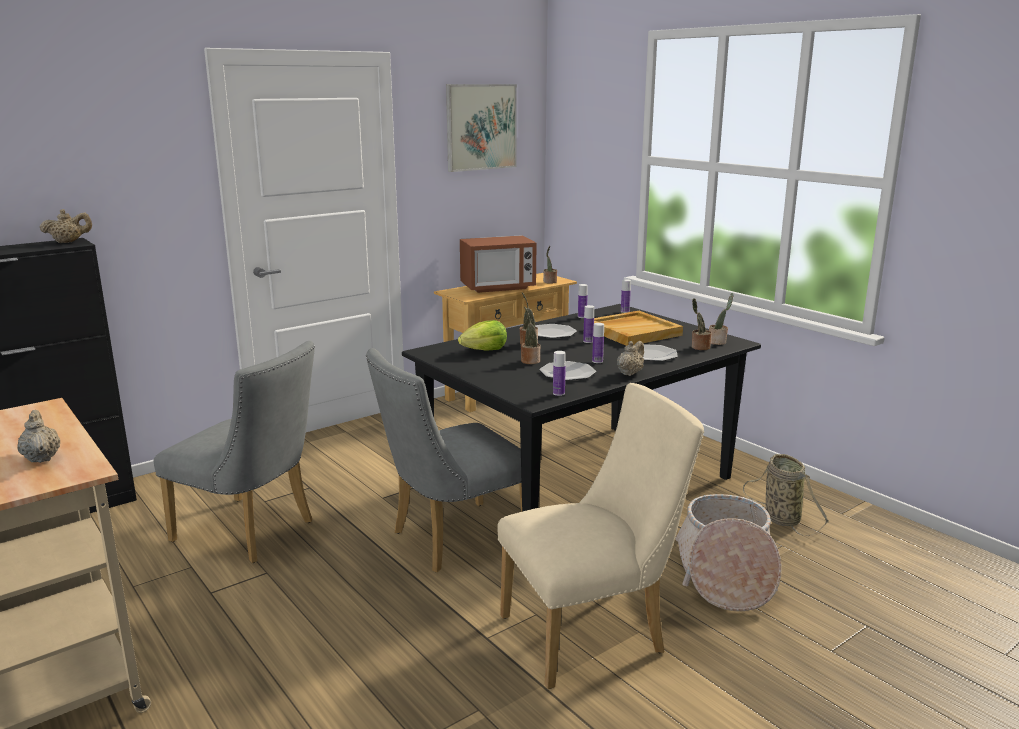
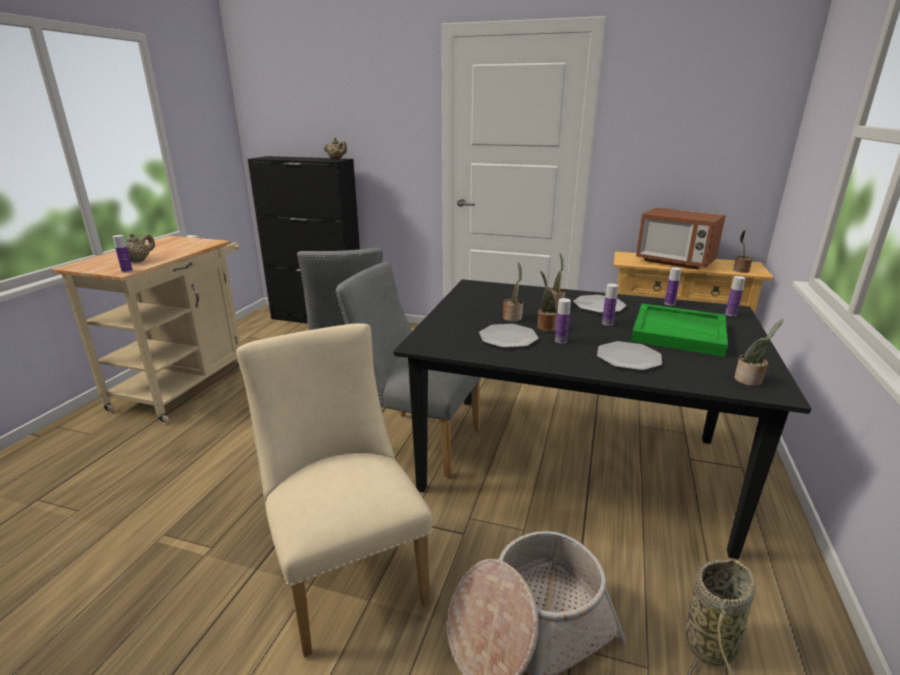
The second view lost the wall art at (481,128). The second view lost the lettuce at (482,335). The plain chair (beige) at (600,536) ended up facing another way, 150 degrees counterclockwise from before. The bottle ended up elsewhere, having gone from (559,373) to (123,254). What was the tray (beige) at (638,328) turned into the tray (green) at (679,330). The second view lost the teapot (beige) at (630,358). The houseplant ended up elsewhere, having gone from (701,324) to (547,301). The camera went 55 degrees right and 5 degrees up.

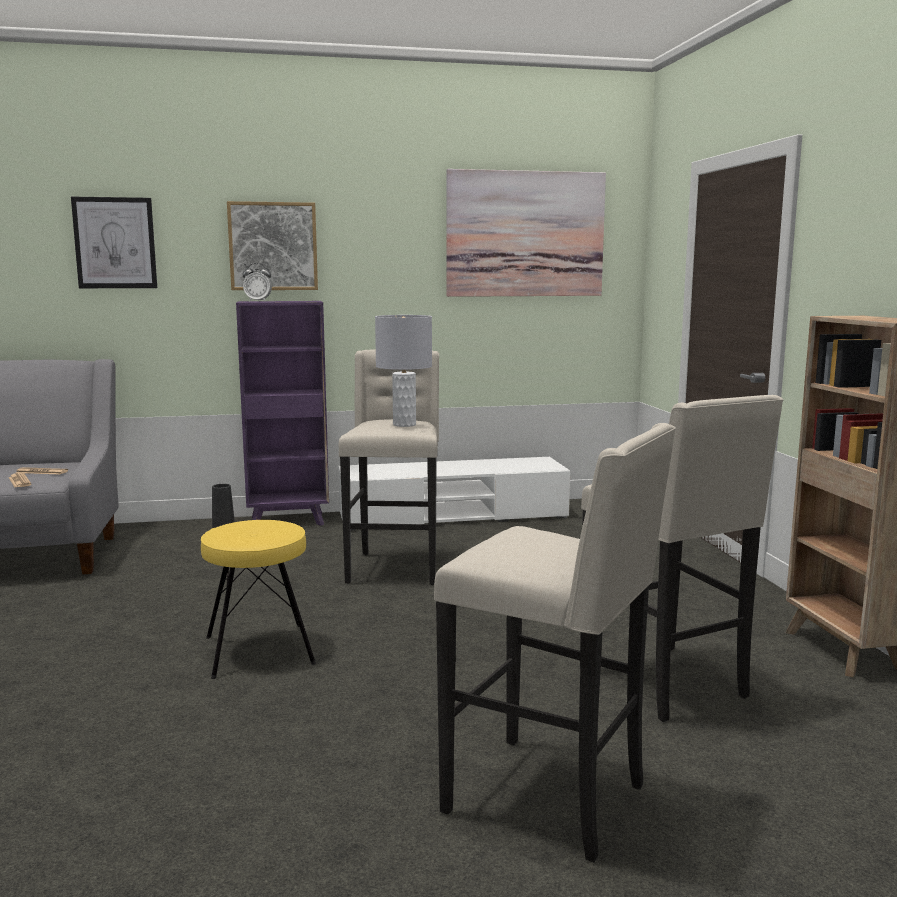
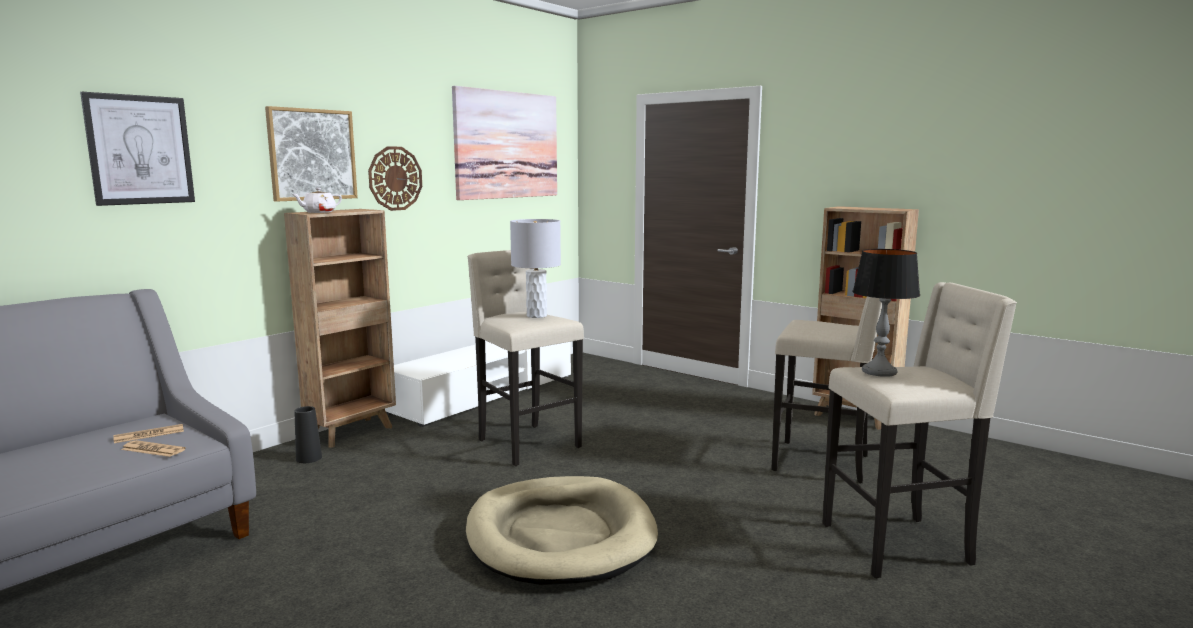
Where the stool (yellowish) stood at (258,599), the dog bed (beige) came to stand at (562,530). What was the shelving unit (purplish) at (282,413) turned into the shelving unit (brown) at (340,328). Where the bedside clock stood at (257,282), the teapot (whitish) came to stand at (317,200). The second view gained the hanging clock at (395,178). The second view gained the tabletop lamp at (886,313). The camera went 40 degrees left and 0 degrees up.

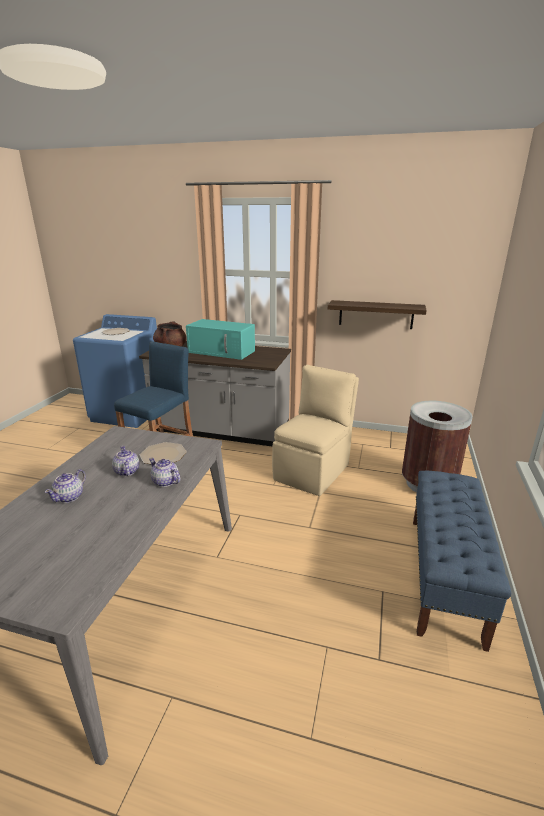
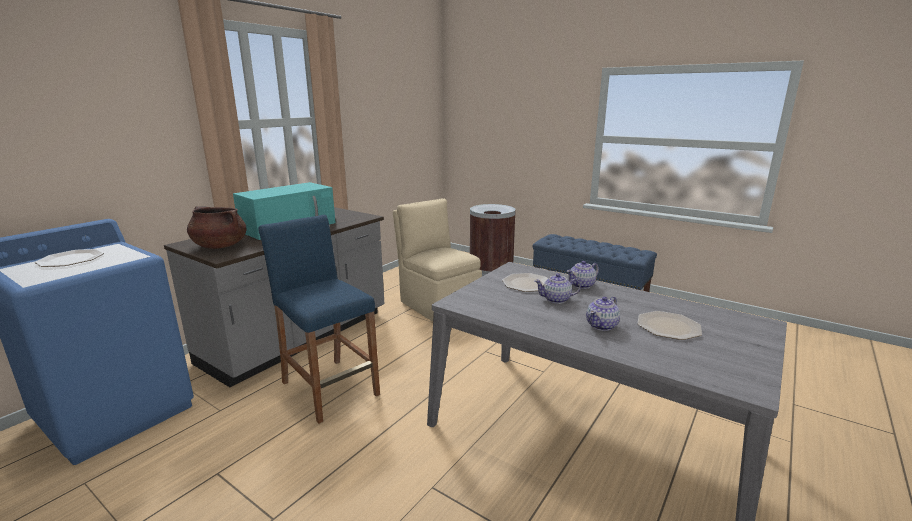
The teapot at (65,486) ended up facing another way, 90 degrees clockwise from before. The second view lost the wall shelf at (377,314). The second view gained the flat dish at (670,325). The camera went 70 degrees left and 5 degrees down.

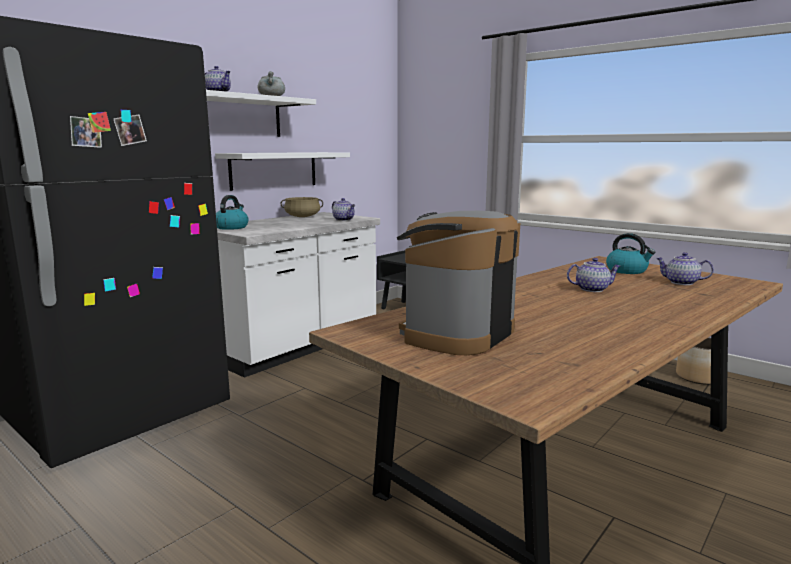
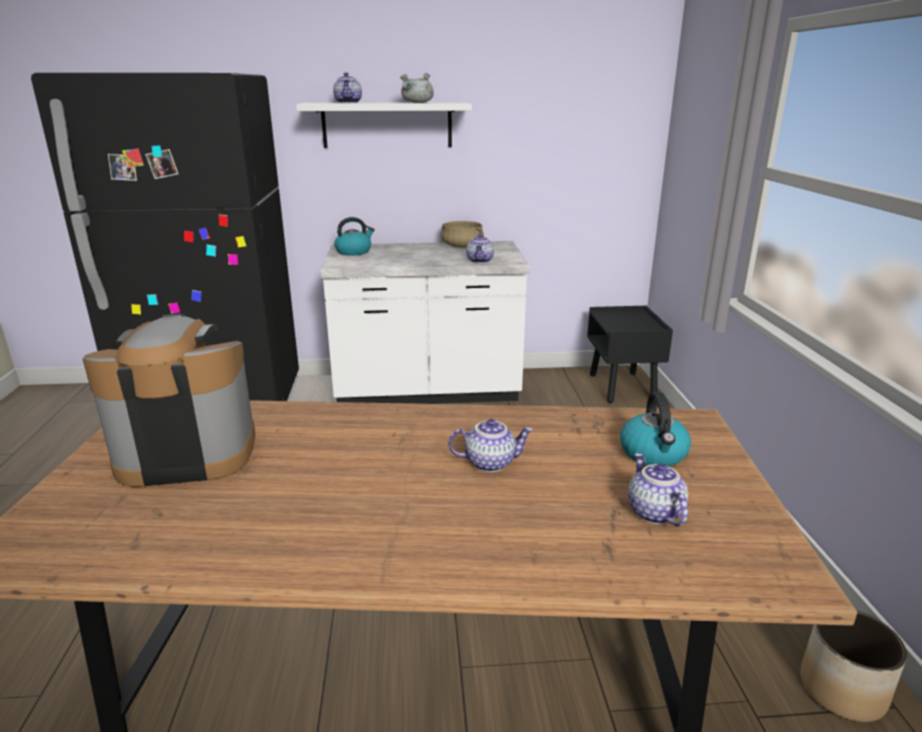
The second view lost the wall shelf (whitish) at (282,171). The teapot at (593,275) ended up facing another way, 45 degrees counterclockwise from before. The camera went 45 degrees right and 10 degrees up.

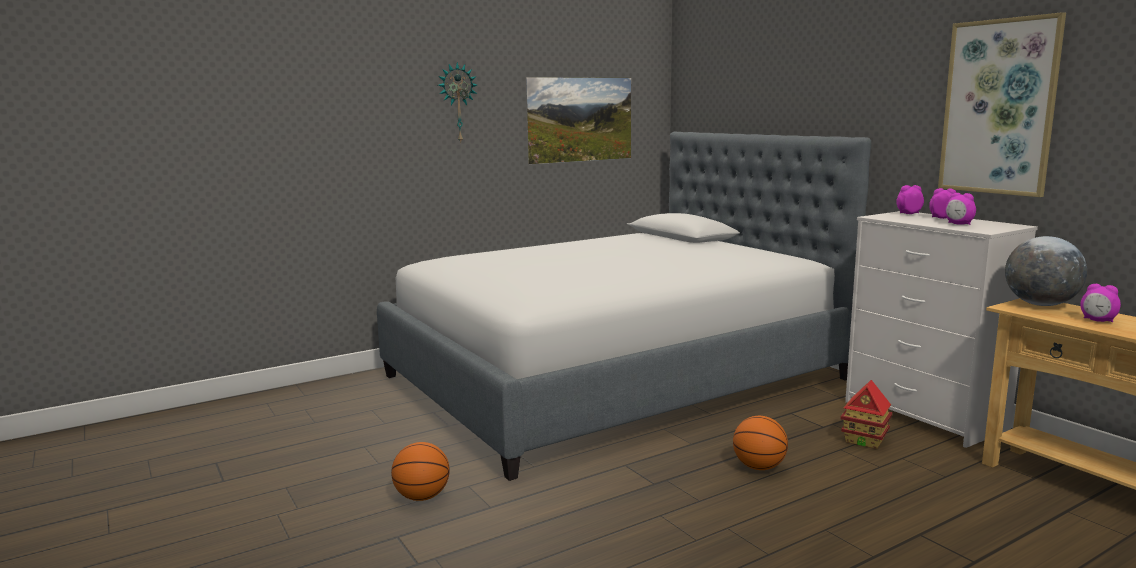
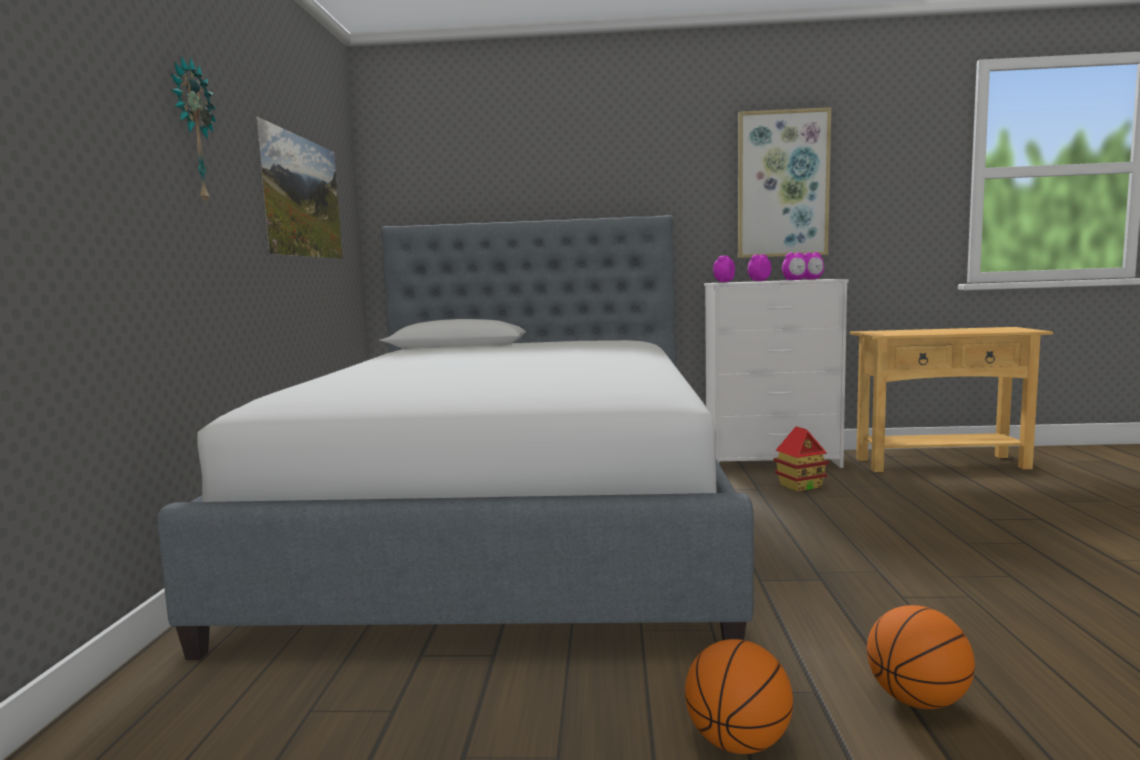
The ball for basketball ended up elsewhere, having gone from (760,443) to (921,657). The second view lost the desk globe at (1046,271). The bedside clock ended up elsewhere, having gone from (1100,303) to (813,265). The camera went 55 degrees left and 5 degrees down.

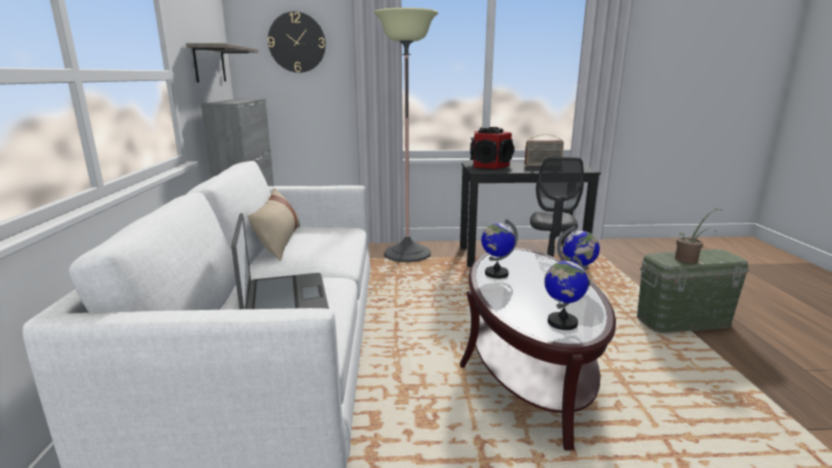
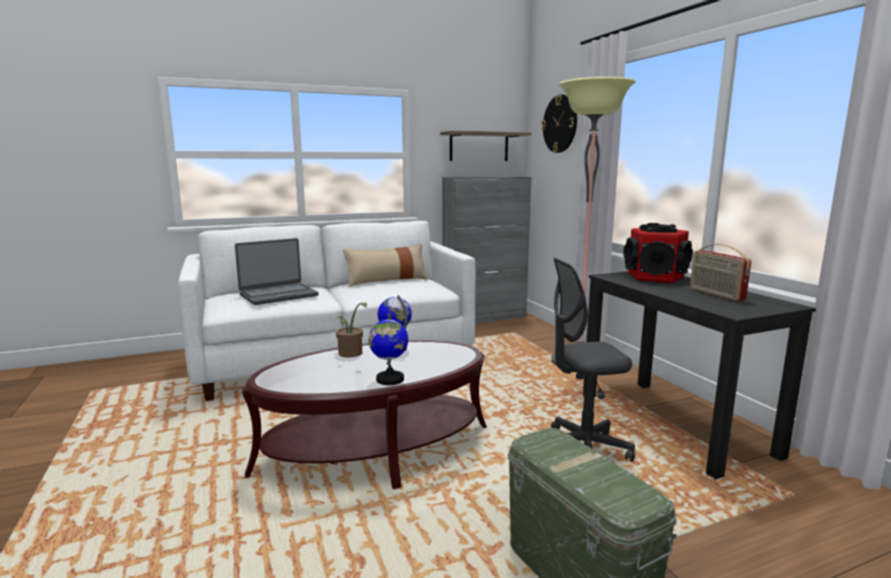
The second view lost the desk globe at (566,292). The houseplant ended up elsewhere, having gone from (698,236) to (351,330). The camera went 70 degrees right and 5 degrees down.

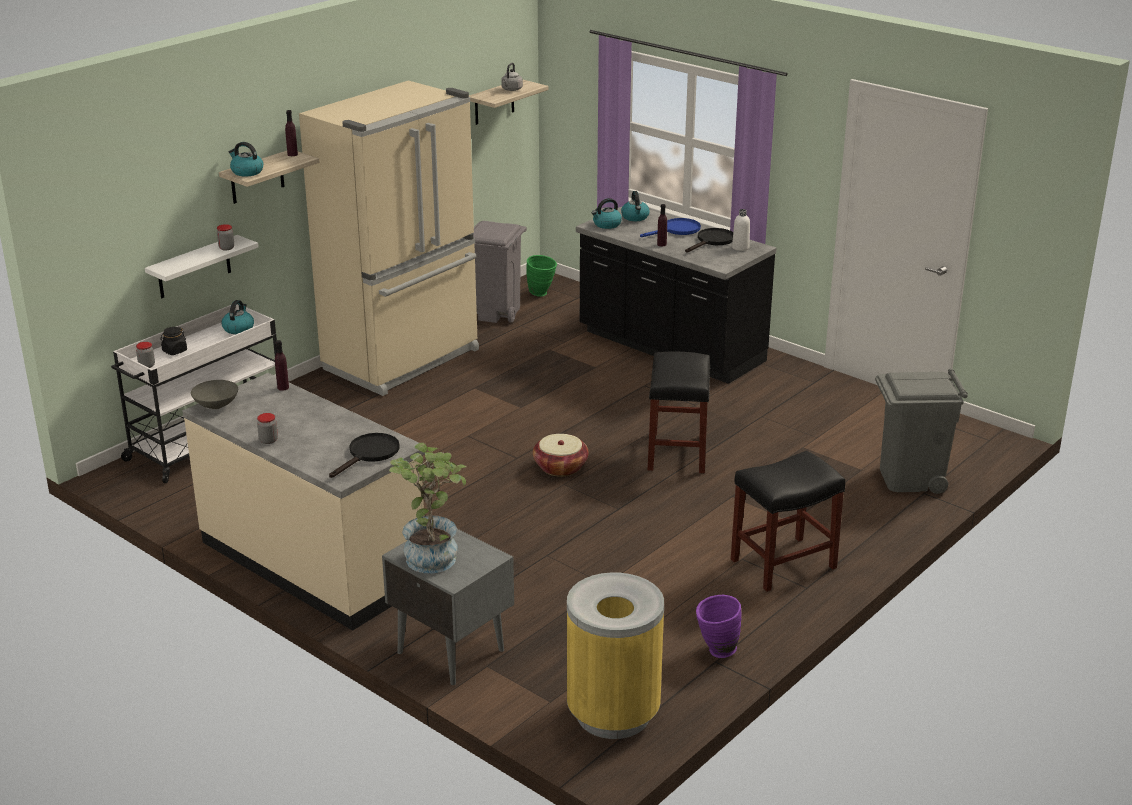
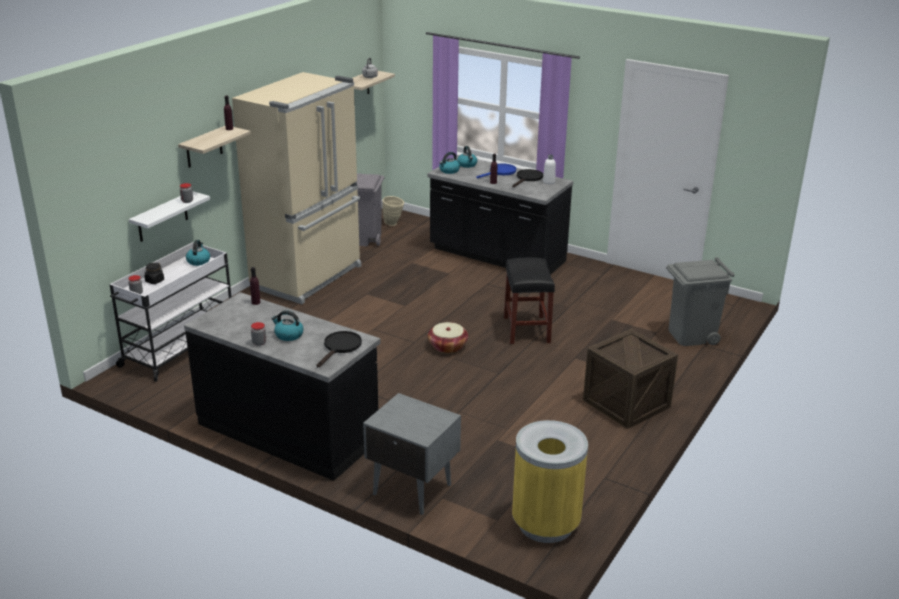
What was the kitchen base unit (beige) at (304,502) turned into the kitchen base unit (blackish) at (282,386). The second view lost the deep dish (greyish) at (214,394). The kettle ended up elsewhere, having gone from (246,159) to (287,325). The second view lost the houseplant at (427,507). What was the flower vase (green) at (541,276) turned into the flower vase (beige) at (393,211). The second view lost the flower vase (purplish) at (718,626). Where the stool (blackish) stood at (788,521), the packing crate came to stand at (630,379). The camera went 10 degrees left and 0 degrees up.

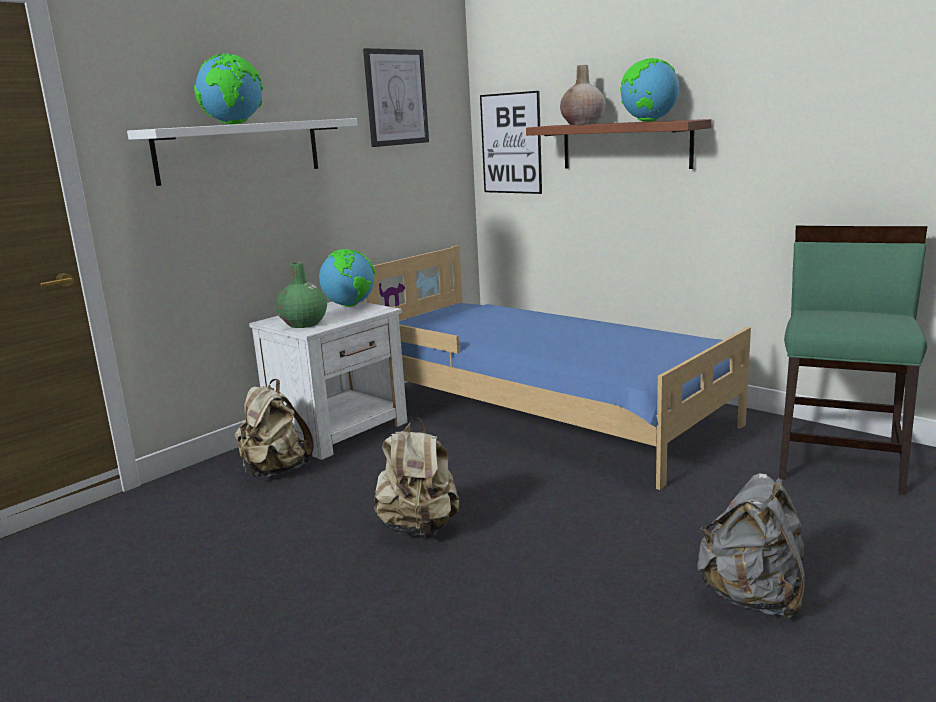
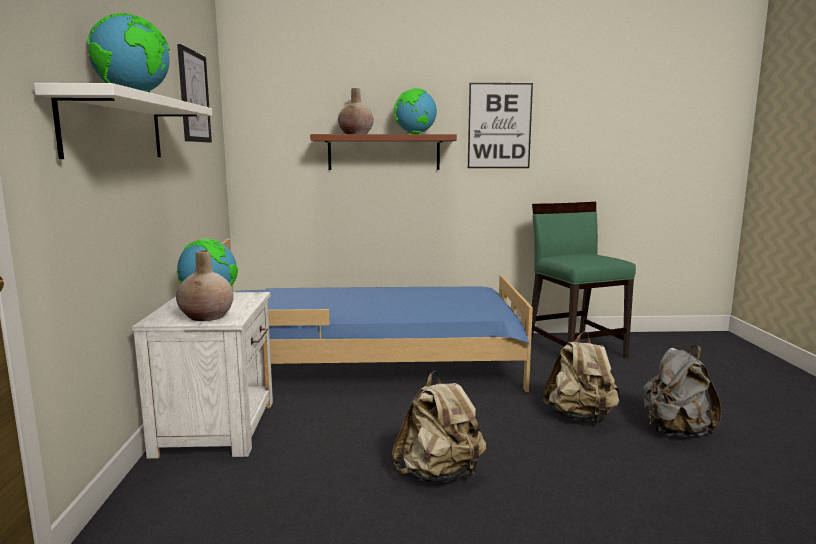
The rucksack (beige) ended up elsewhere, having gone from (274,428) to (581,377). What was the flower vase (green) at (301,295) turned into the flower vase (beige) at (205,285). The wall art ended up elsewhere, having gone from (511,142) to (500,125). The camera went 45 degrees left and 5 degrees down.

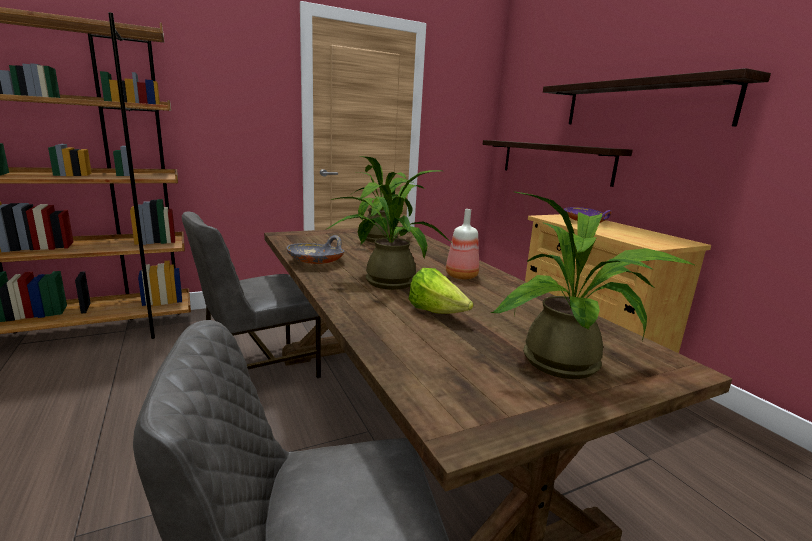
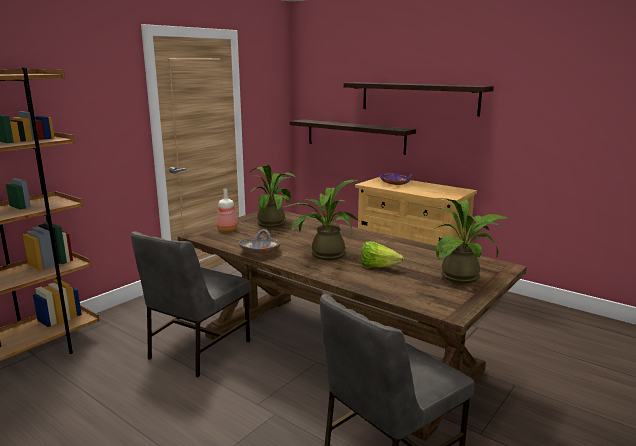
The bottle ended up elsewhere, having gone from (462,244) to (227,210). The camera went 25 degrees left and 0 degrees up.

